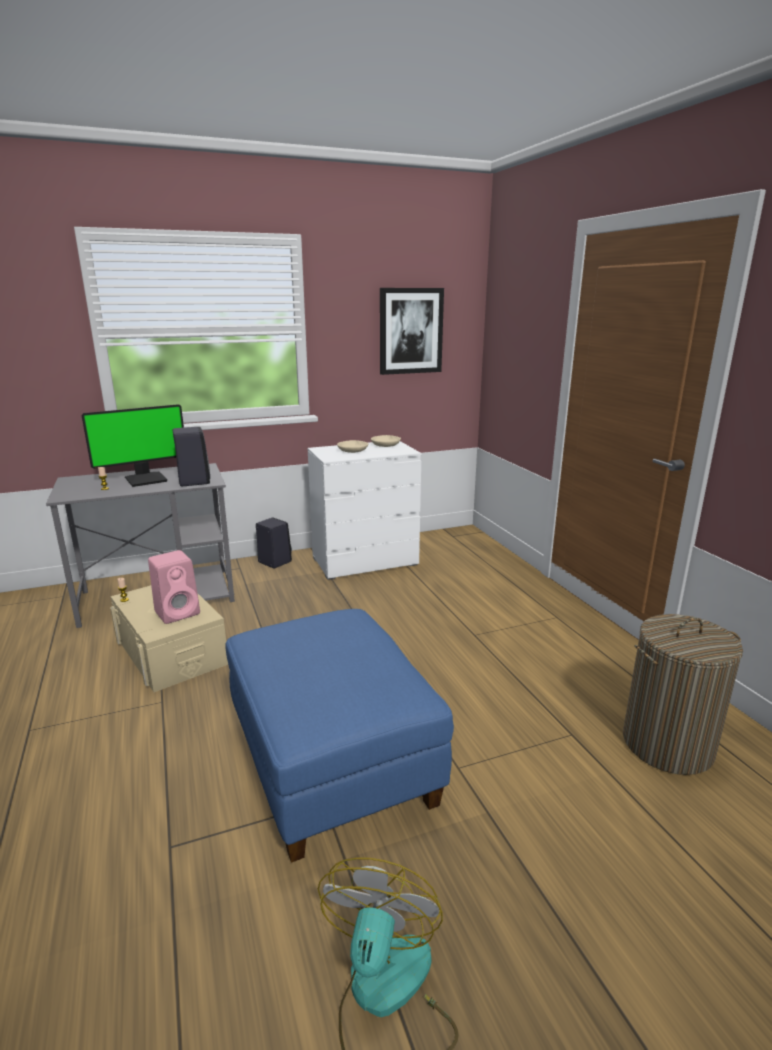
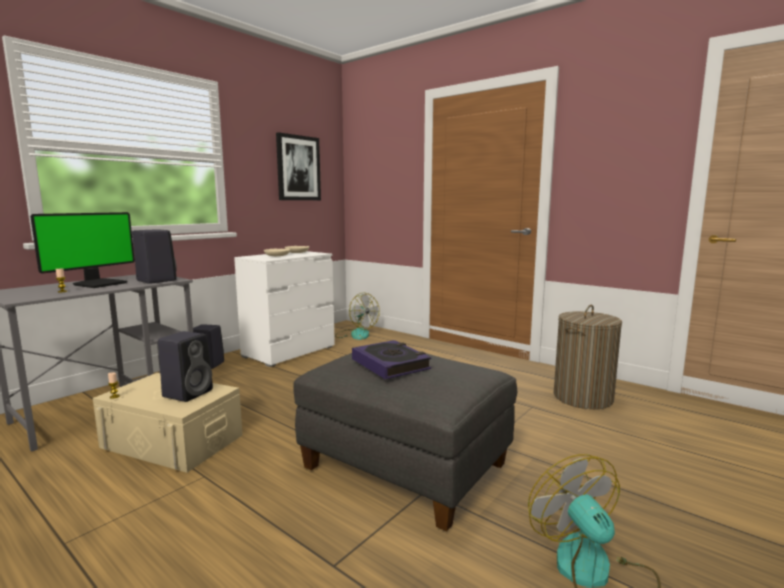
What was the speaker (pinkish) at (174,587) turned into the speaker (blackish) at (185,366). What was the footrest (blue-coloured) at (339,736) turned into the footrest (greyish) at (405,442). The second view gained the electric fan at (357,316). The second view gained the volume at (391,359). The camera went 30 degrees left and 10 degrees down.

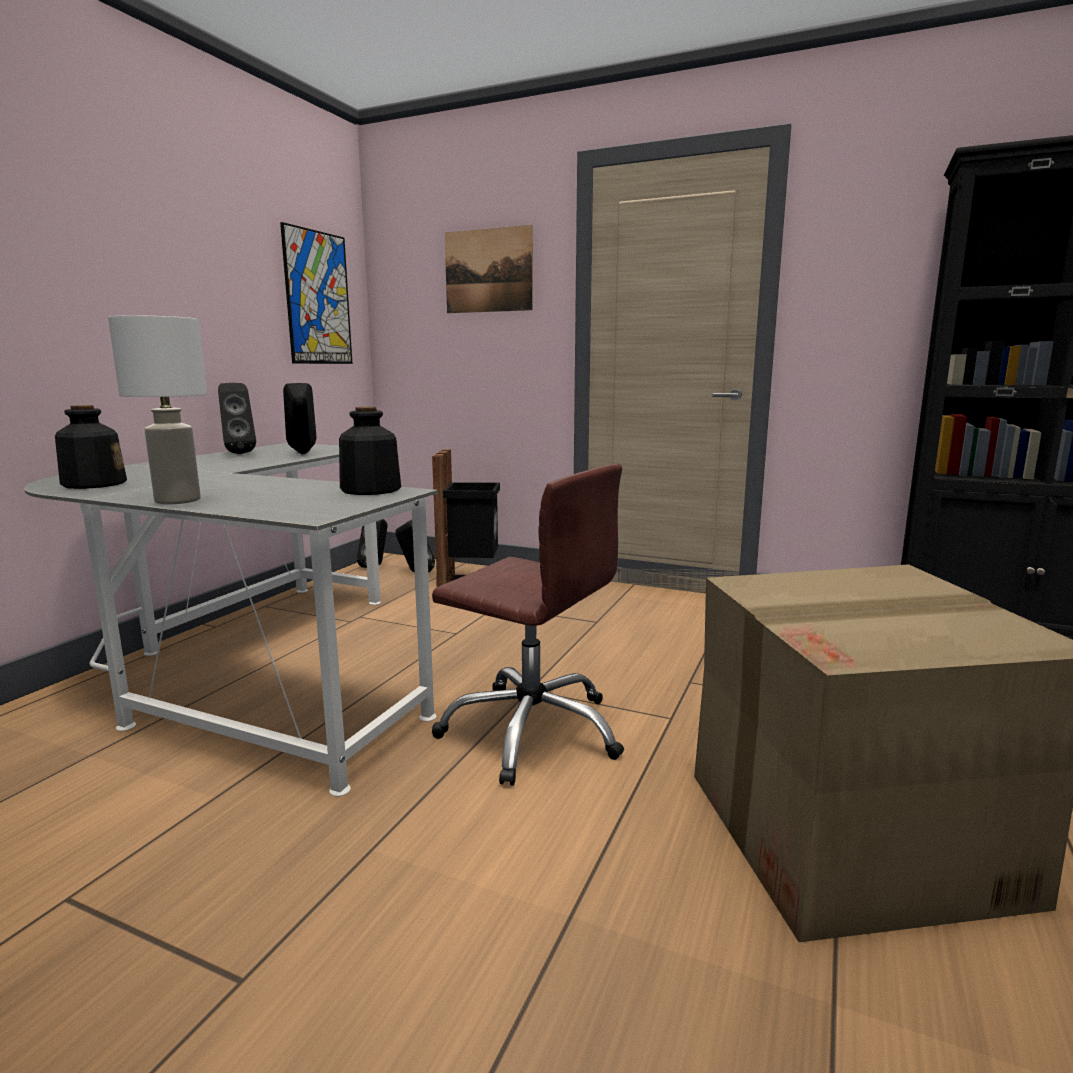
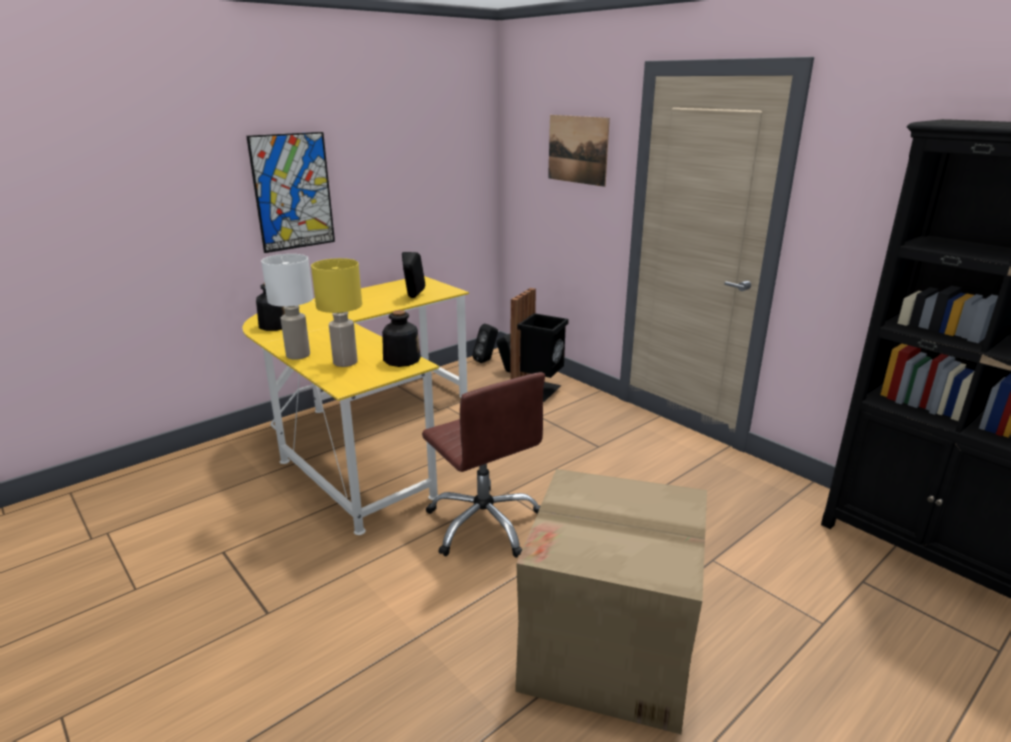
What was the desk table (greyish) at (230,619) turned into the desk table (yellowish) at (355,405). The second view lost the speaker (blackish) at (237,418). The wall art ended up elsewhere, having gone from (316,293) to (290,192). The second view gained the tabletop lamp (yellowish) at (336,312). The camera went 25 degrees right and 10 degrees up.

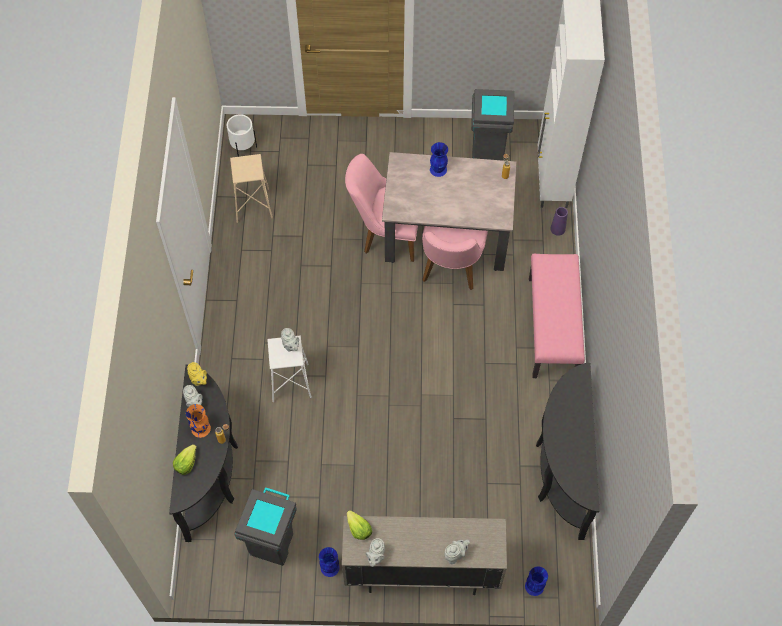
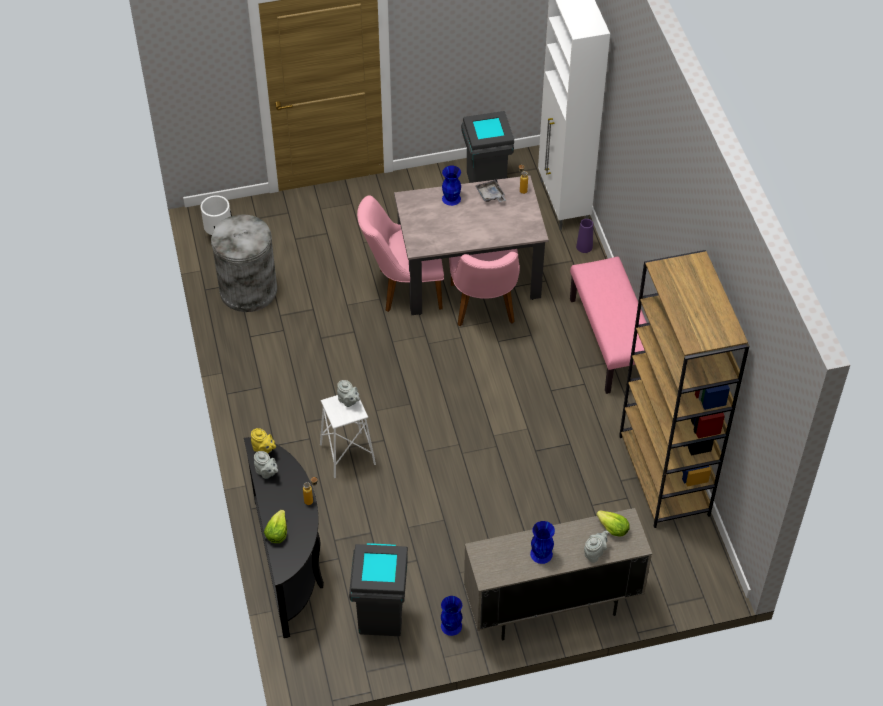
The second view lost the flower vase (orange) at (198,421). Where the stool (beige) stood at (251,188), the waste bin (greyish) came to stand at (244,263). The lettuce ended up elsewhere, having gone from (359,525) to (613,523). The second view lost the teapot (greyish) at (375,552). The flower vase (blue-coloured) ended up elsewhere, having gone from (536,581) to (542,542). Where the narrow table (blackish) stood at (567,451), the shelving unit (brown) came to stand at (684,389). The second view gained the tray (greyish) at (491,190). The camera went 15 degrees left and 10 degrees down.

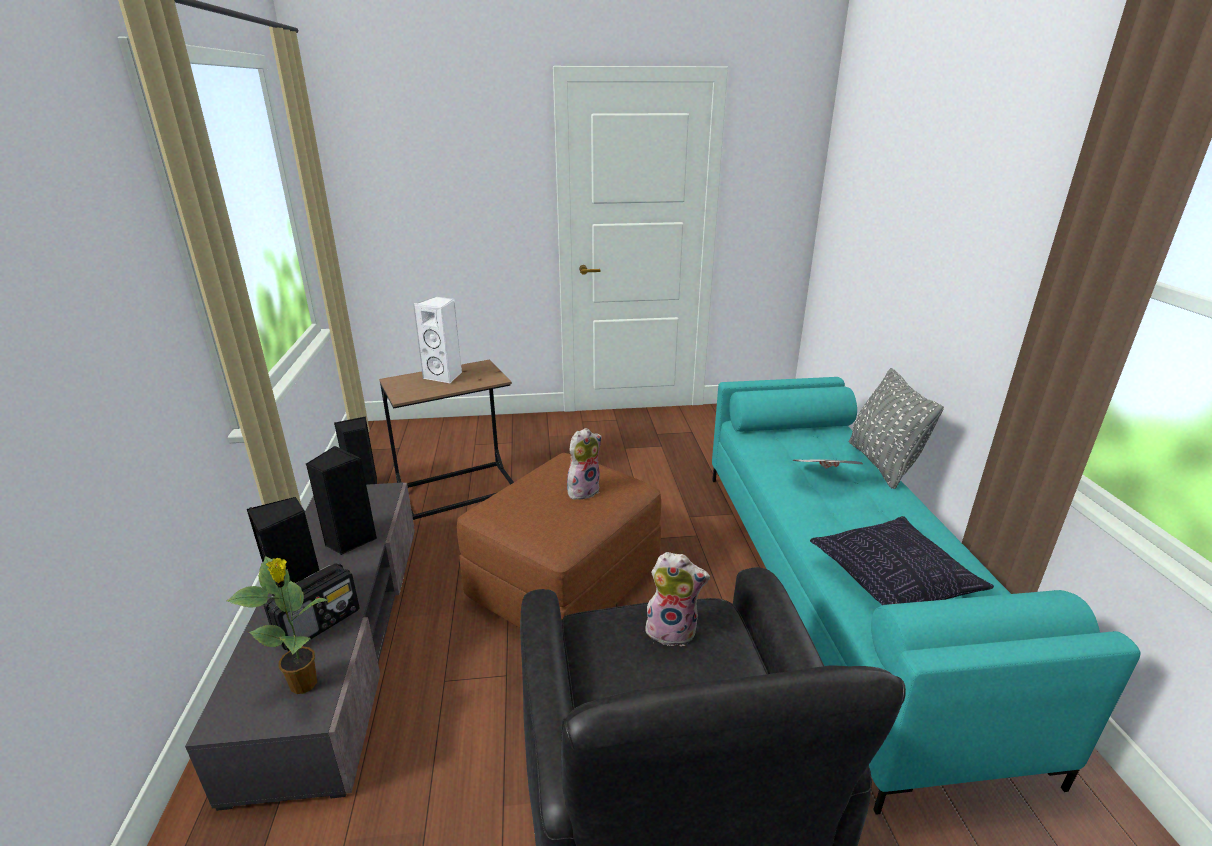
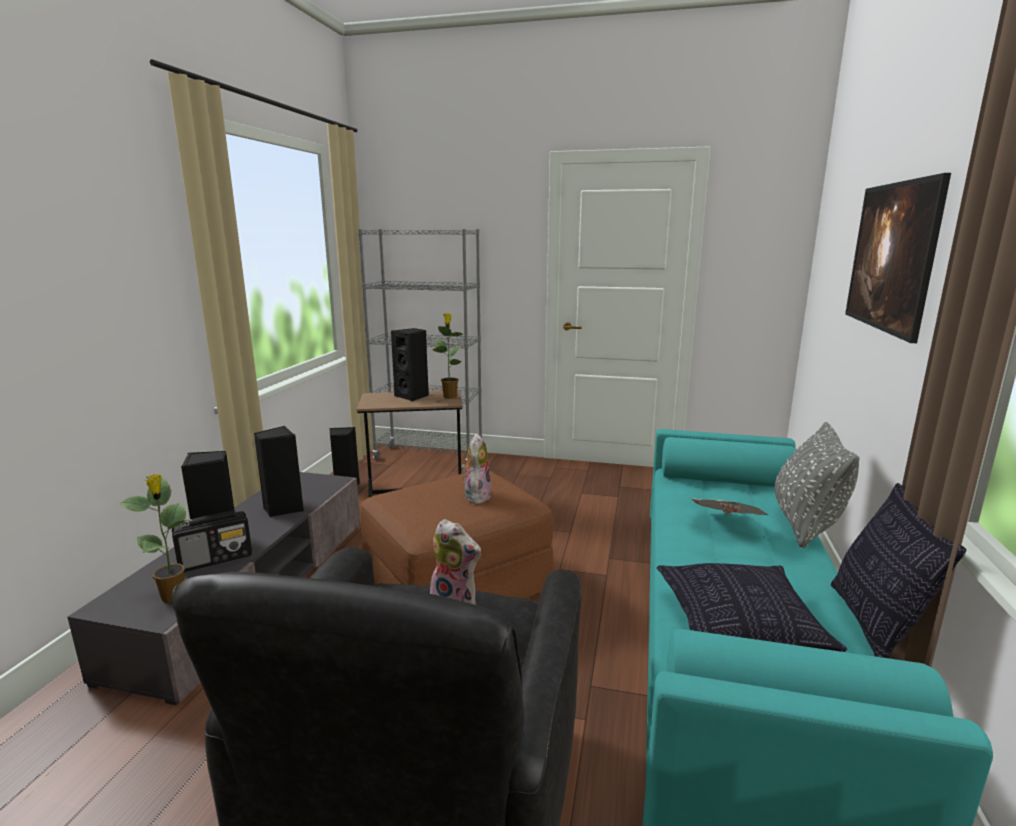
What was the speaker (whitish) at (437,340) turned into the speaker (blackish) at (410,364). The plush toy at (584,464) ended up facing another way, 60 degrees counterclockwise from before. The second view gained the shelving unit (greyish) at (420,345). The second view gained the houseplant at (449,356). The second view gained the cushion at (898,570). The second view gained the wall art at (898,258). The camera went 20 degrees right and 10 degrees down.

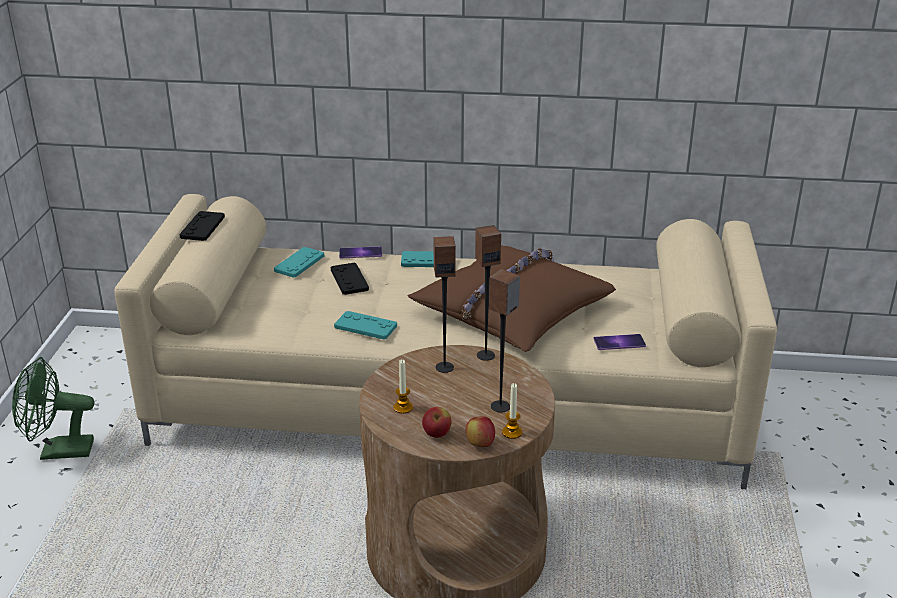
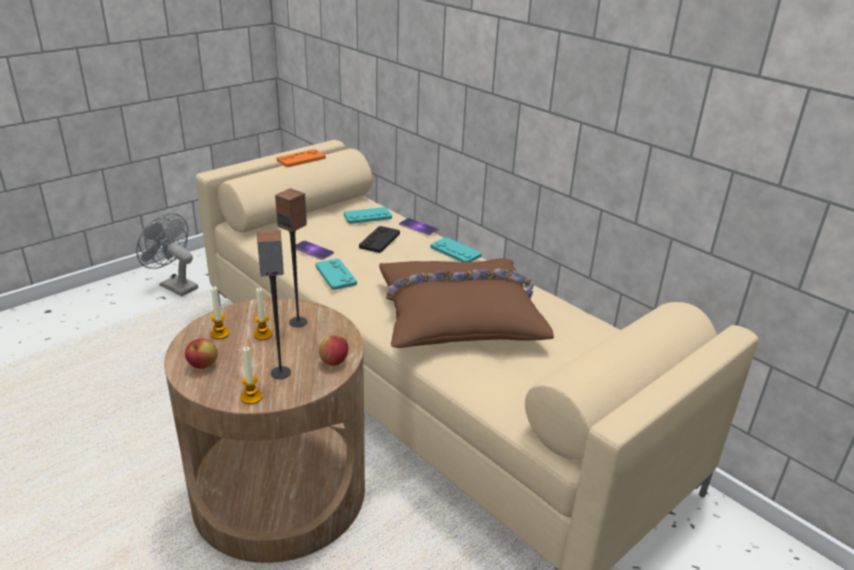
What was the electric fan (green) at (53,408) turned into the electric fan (greyish) at (167,254). What was the joypad (blackish) at (202,226) turned into the joypad (orange) at (301,158). The apple ended up elsewhere, having gone from (480,431) to (333,351). The second view lost the speaker at (488,293). The telephone ended up elsewhere, having gone from (619,342) to (315,250). The second view gained the candle at (263,314). The camera went 40 degrees right and 0 degrees up.

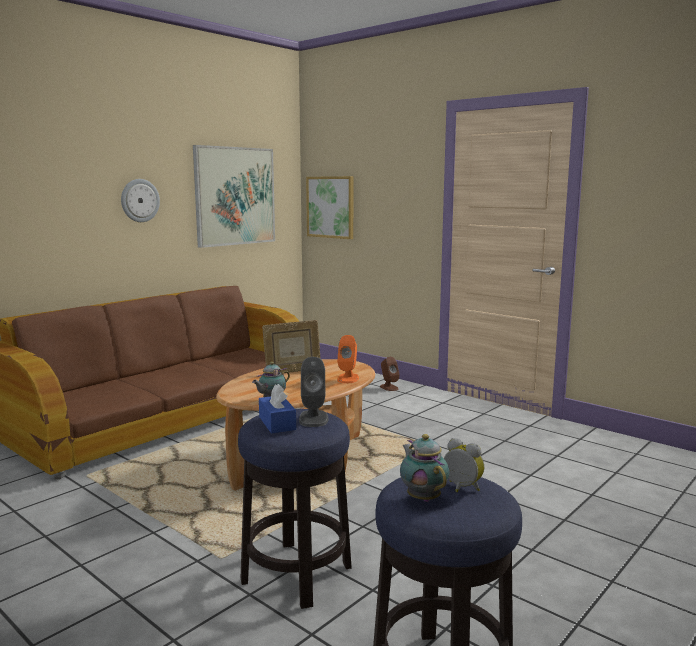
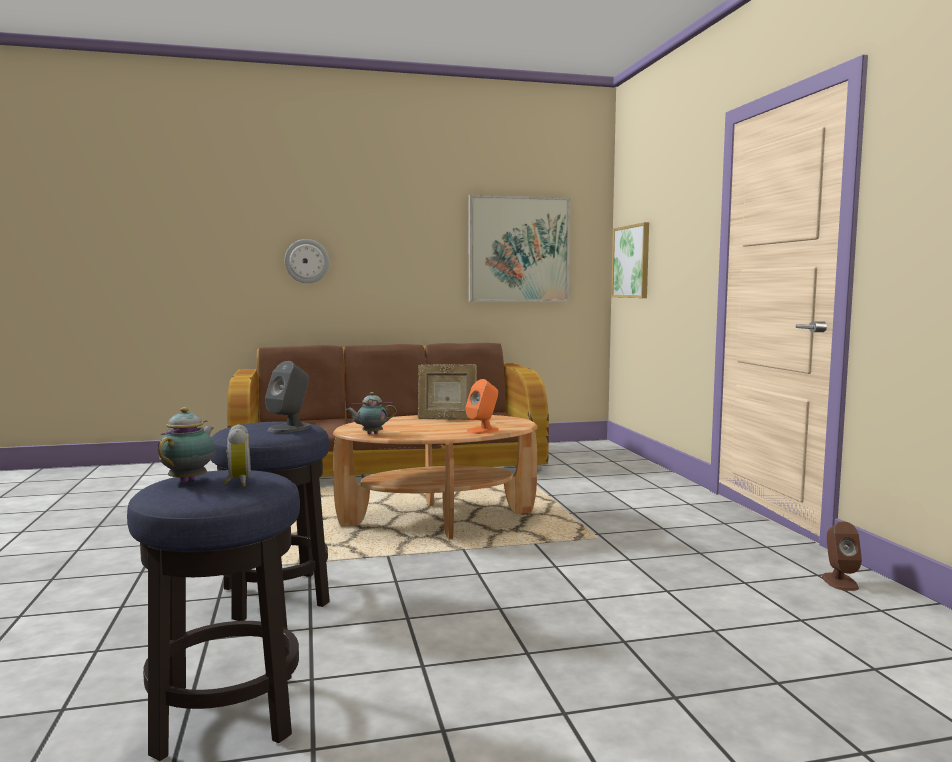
The hanging clock ended up elsewhere, having gone from (140,200) to (307,261). The second view lost the tissue box (blue-coloured) at (277,408). The speaker (brown) ended up elsewhere, having gone from (390,374) to (842,556). The camera went 35 degrees right and 5 degrees down.

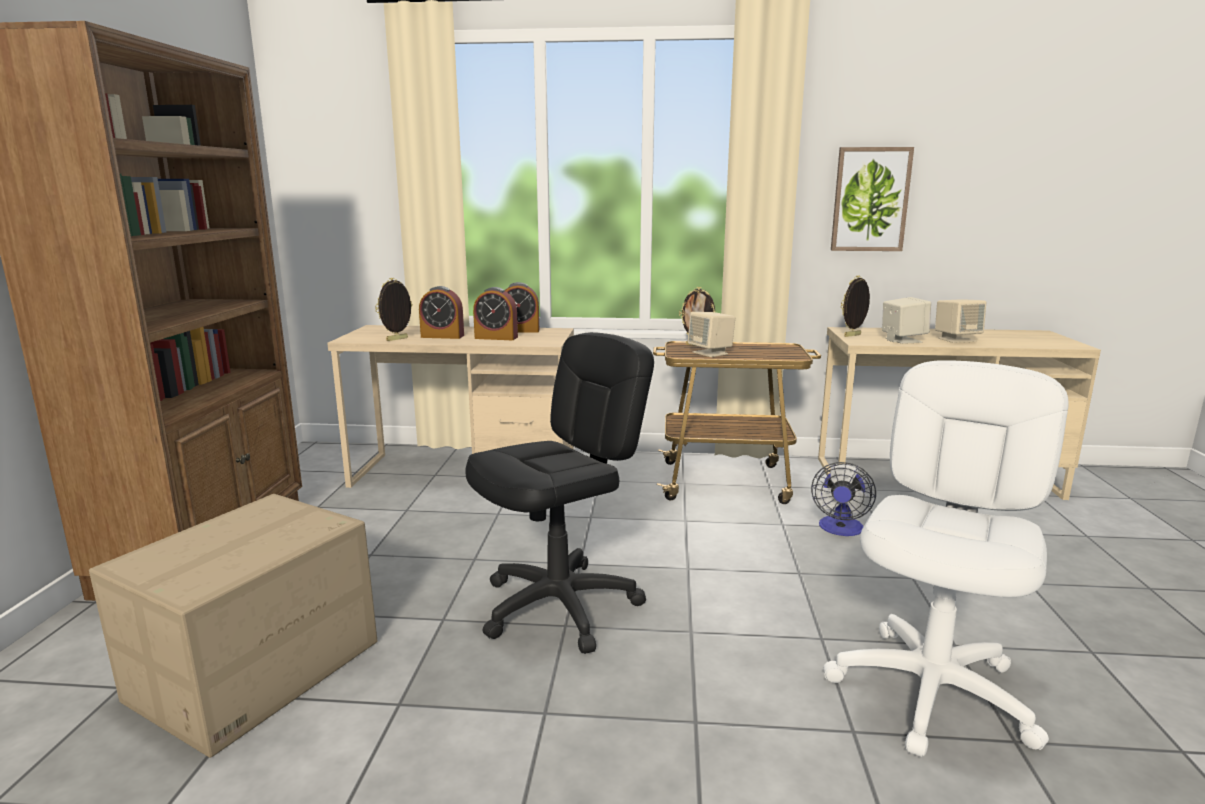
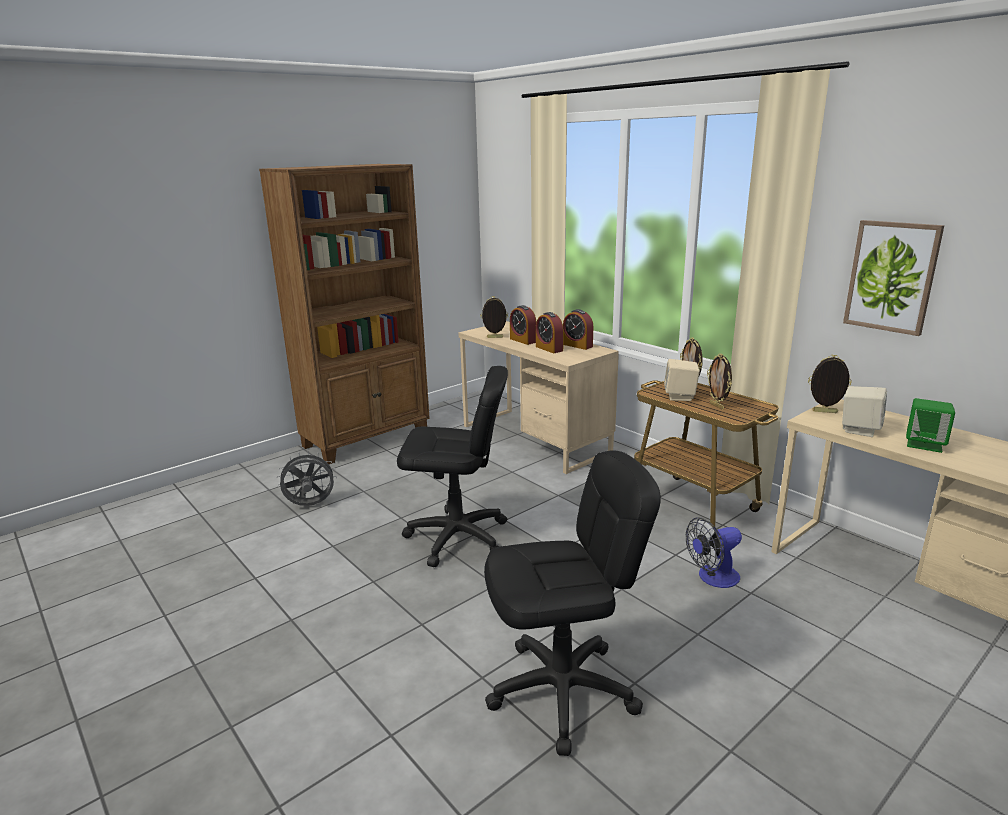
Where the cardboard box stood at (233,626), the electric fan (greyish) came to stand at (307,478). What was the desk chair (whitish) at (946,558) turned into the desk chair (blackish) at (572,603). What was the speaker (beige) at (960,321) turned into the speaker (green) at (930,425). The second view gained the standing frame at (719,381). The camera went 45 degrees right and 5 degrees up.

